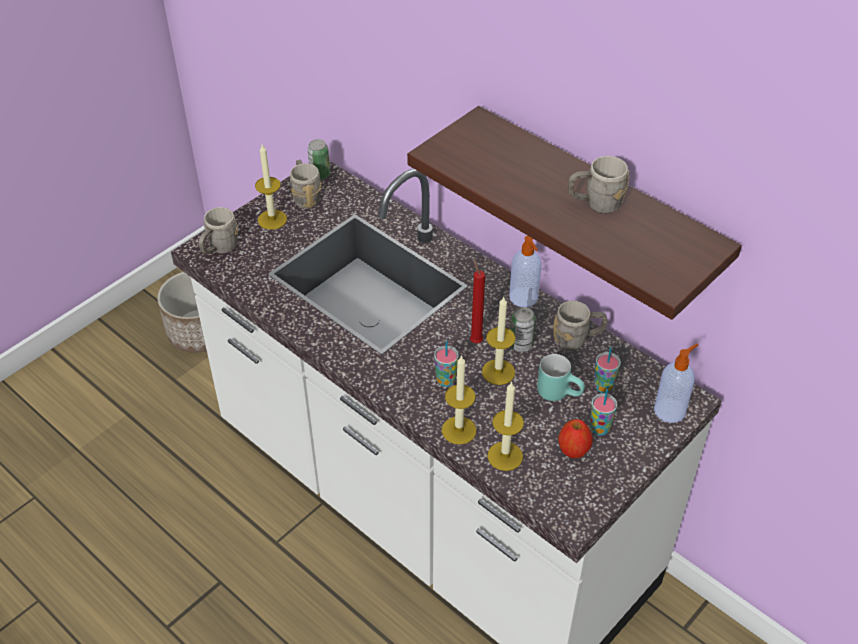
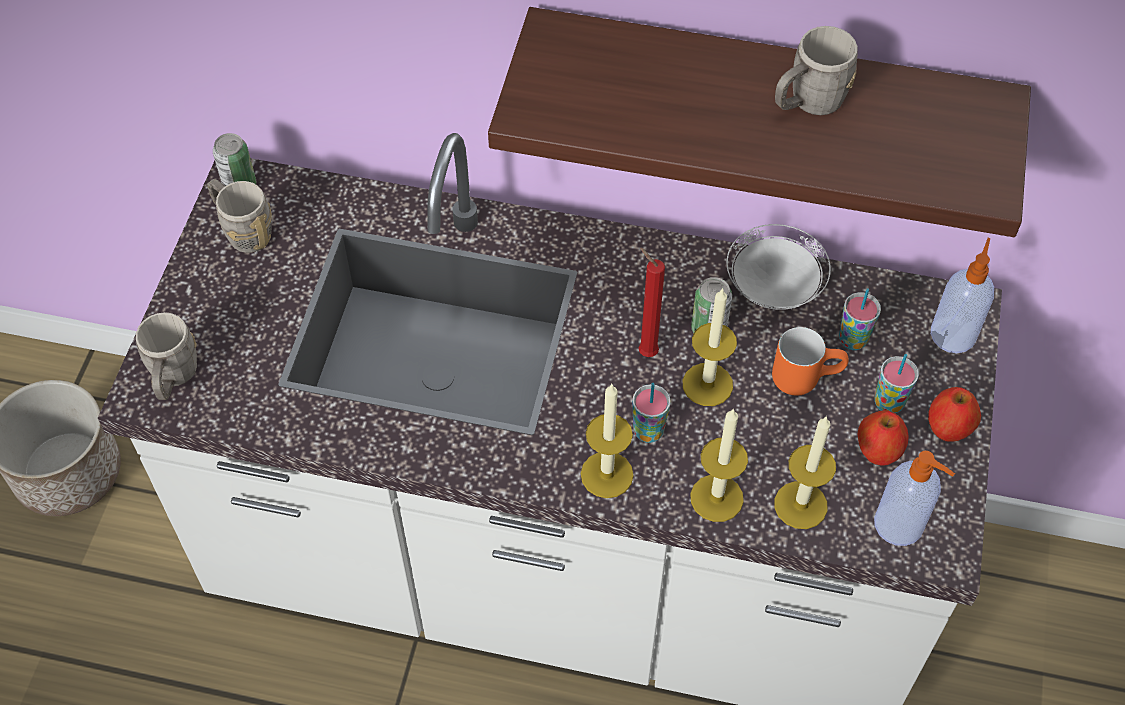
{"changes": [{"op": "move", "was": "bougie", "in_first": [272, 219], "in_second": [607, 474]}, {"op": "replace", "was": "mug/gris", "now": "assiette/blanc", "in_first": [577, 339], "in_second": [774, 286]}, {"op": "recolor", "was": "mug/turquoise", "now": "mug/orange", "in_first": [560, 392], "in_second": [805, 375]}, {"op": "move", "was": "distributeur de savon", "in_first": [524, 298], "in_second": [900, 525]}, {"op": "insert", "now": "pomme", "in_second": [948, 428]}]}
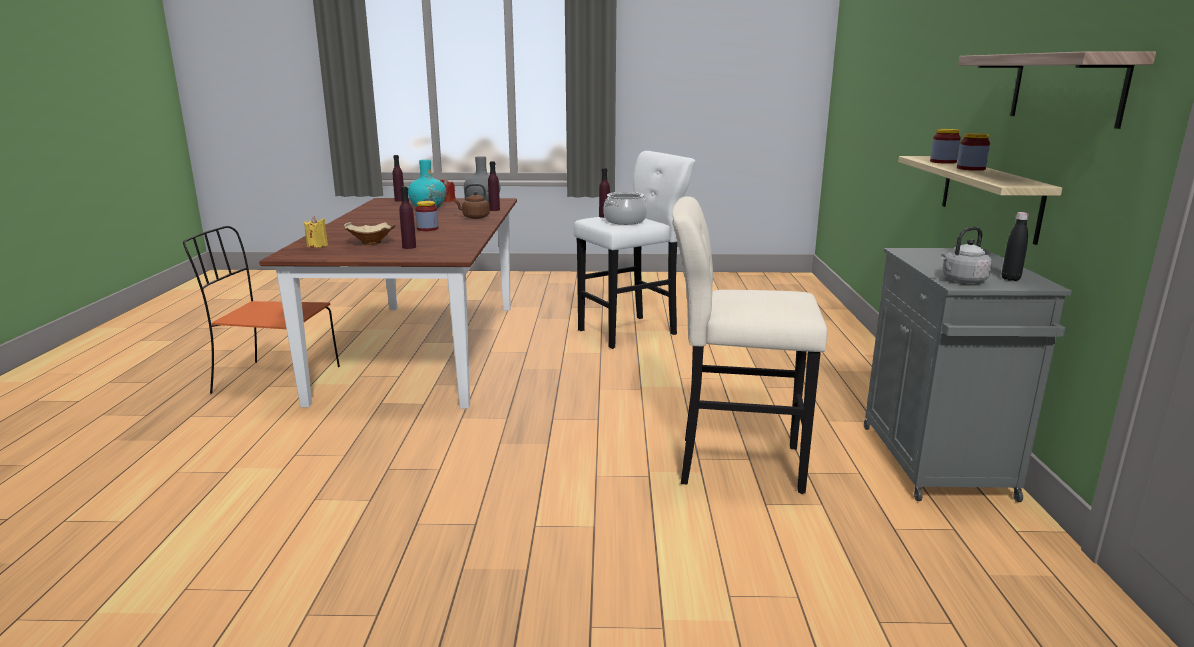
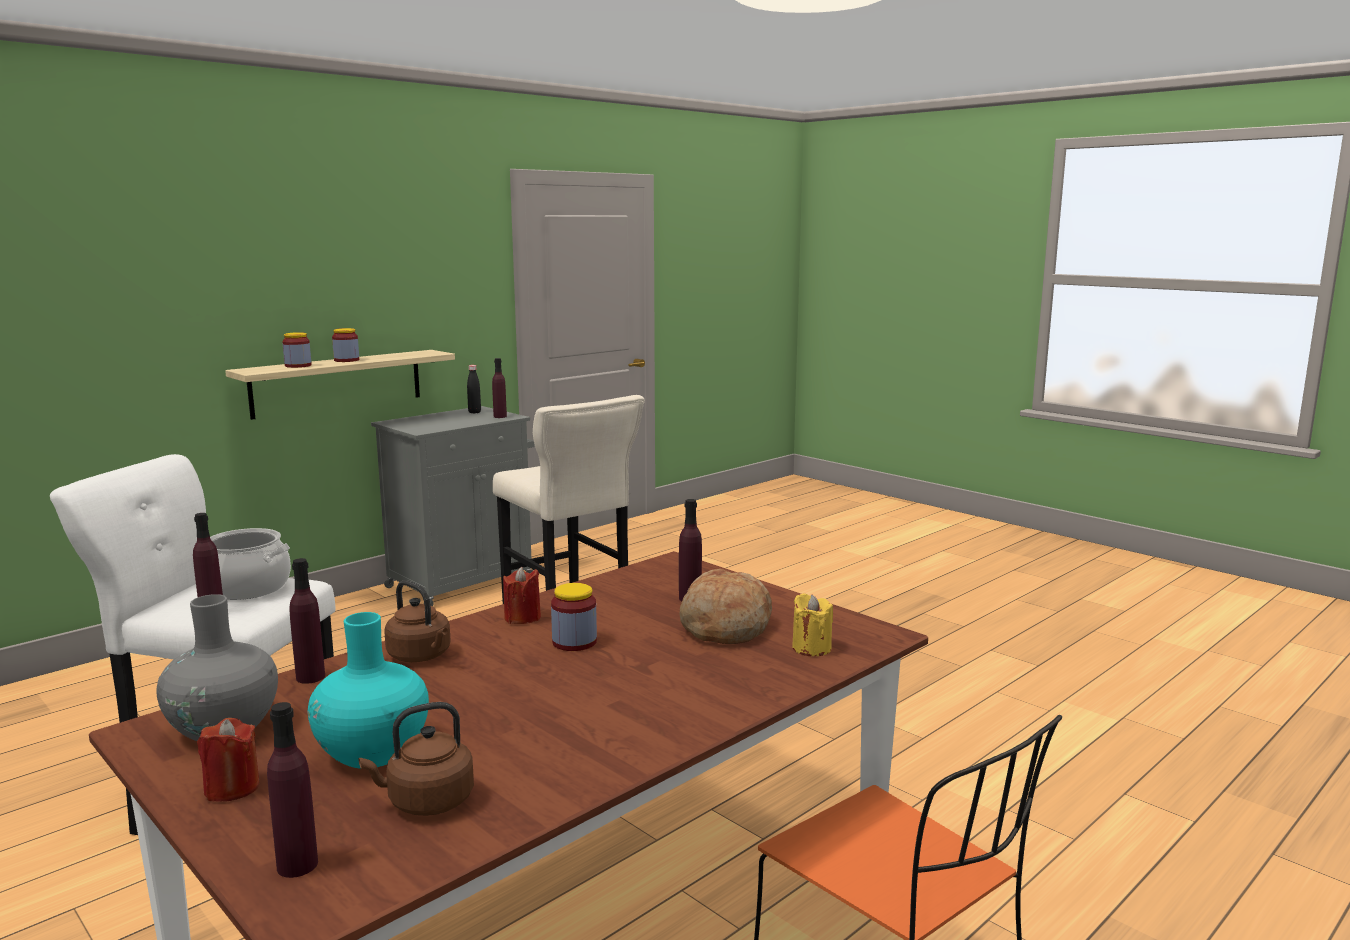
{"changes": [{"op": "insert", "now": "bouilloire/marron", "in_second": [426, 802]}, {"op": "replace", "was": "bouilloire/gris", "now": "bouteille/violet", "in_first": [962, 280], "in_second": [500, 416]}, {"op": "insert", "now": "bougie/rouge", "in_second": [522, 618]}, {"op": "replace", "was": "bol/beige", "now": "pain", "in_first": [371, 243], "in_second": [724, 627]}, {"op": "delete", "was": "étagère", "in_first": [1066, 88]}]}
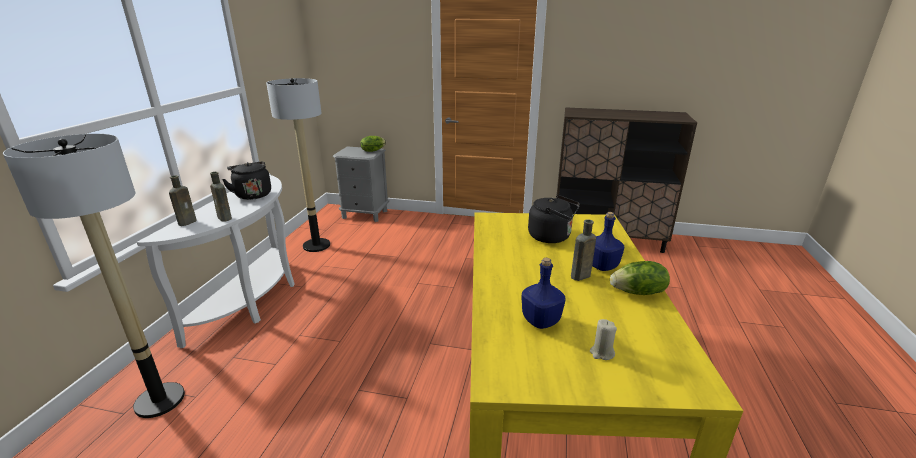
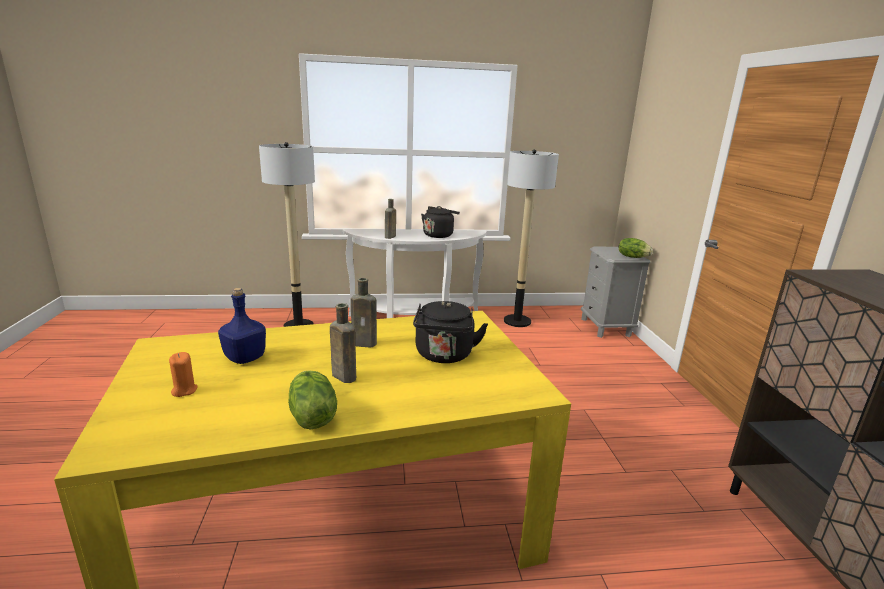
{"changes": [{"op": "recolor", "was": "bougie/beige", "now": "bougie/orange", "in_first": [601, 353], "in_second": [184, 390]}, {"op": "move", "was": "bouteille/marron", "in_first": [188, 222], "in_second": [366, 343]}, {"op": "delete", "was": "bouteille/bleu", "in_first": [601, 266]}]}
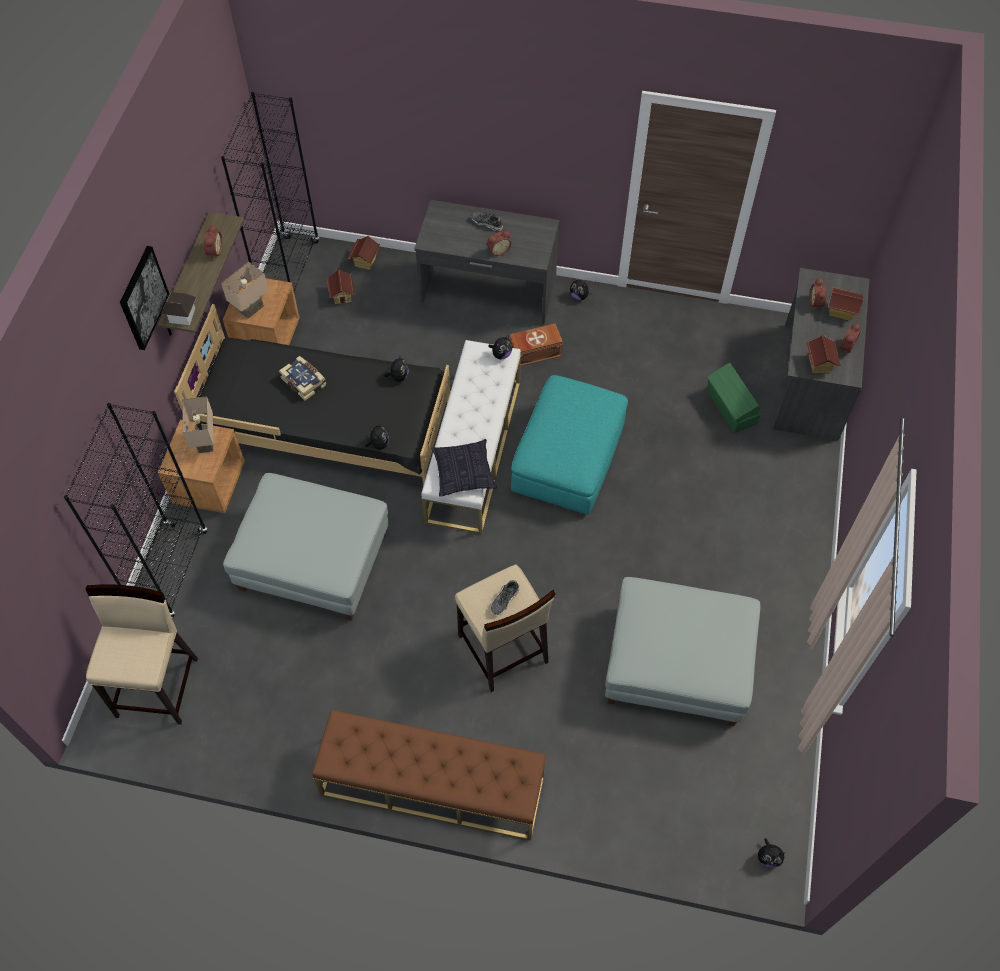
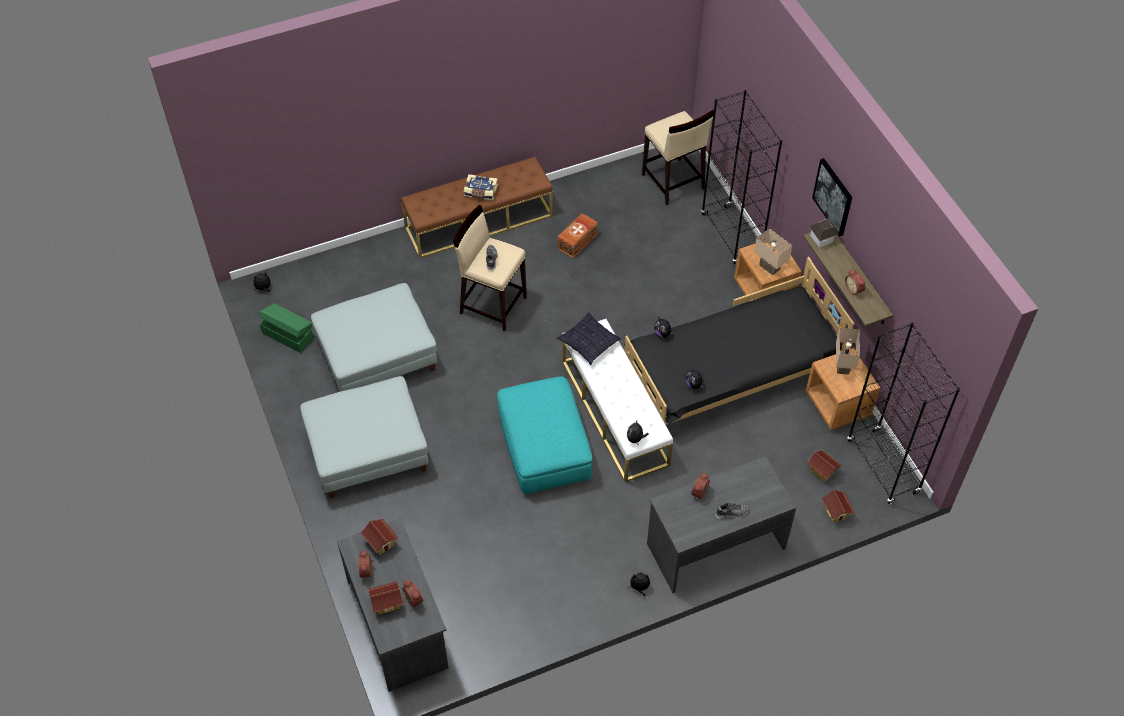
{"changes": [{"op": "move", "was": "boîte de rangement/vert", "in_first": [731, 408], "in_second": [288, 334]}, {"op": "move", "was": "pouf/gris", "in_first": [313, 561], "in_second": [368, 450]}, {"op": "move", "was": "livre", "in_first": [304, 382], "in_second": [480, 192]}, {"op": "move", "was": "boîte de rangement/marron", "in_first": [534, 352], "in_second": [578, 241]}]}
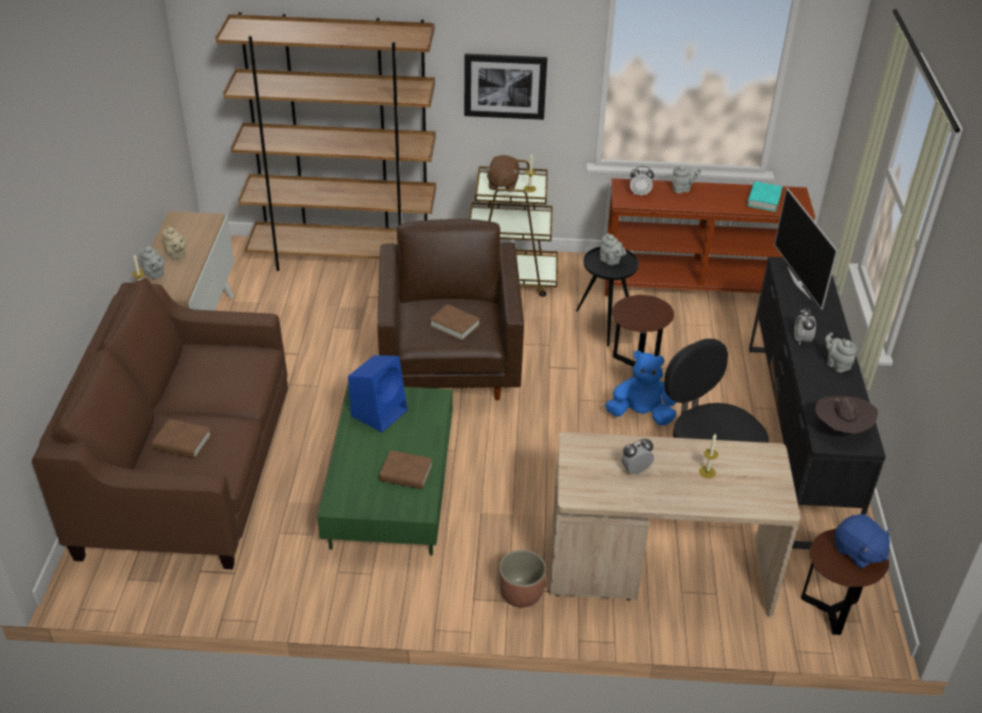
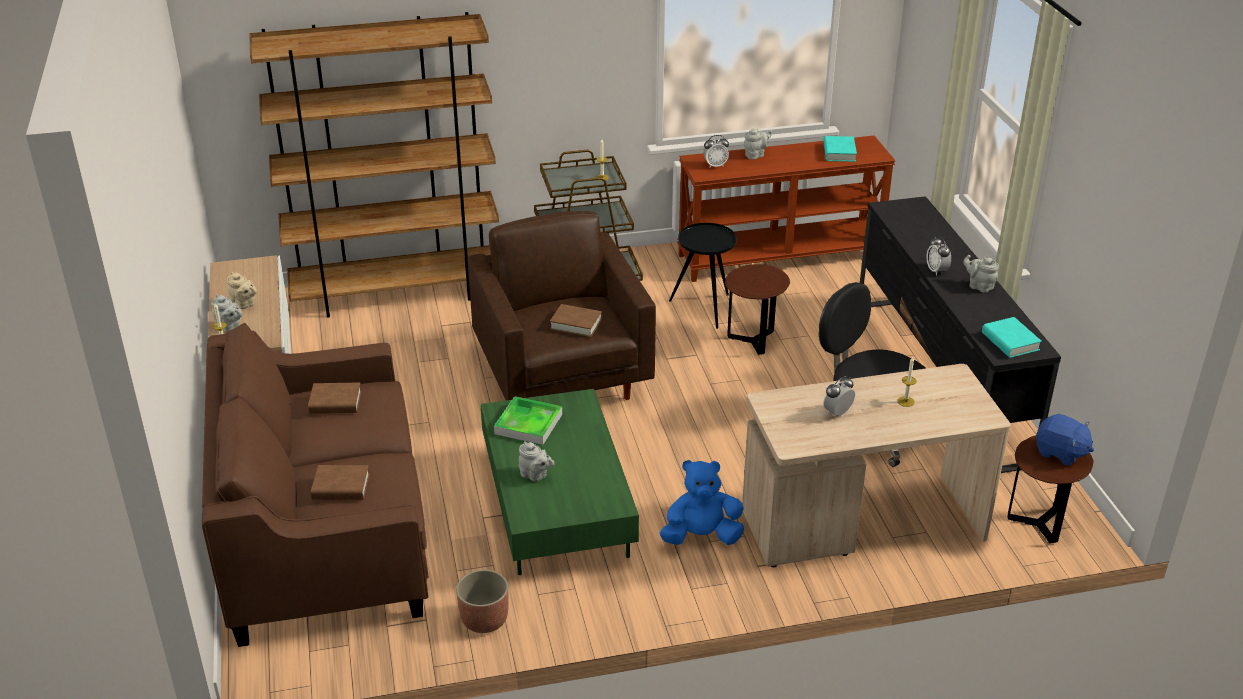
{"changes": [{"op": "move", "was": "livre/marron", "in_first": [406, 474], "in_second": [335, 403]}, {"op": "move", "was": "cache-pot", "in_first": [520, 593], "in_second": [484, 619]}, {"op": "replace", "was": "enceinte/bleu", "now": "plateau", "in_first": [379, 412], "in_second": [528, 424]}, {"op": "move", "was": "théière/gris", "in_first": [611, 261], "in_second": [535, 475]}, {"op": "move", "was": "peluche/bleu", "in_first": [641, 414], "in_second": [701, 536]}, {"op": "replace", "was": "chapeau/marron", "now": "livre/turquoise", "in_first": [840, 430], "in_second": [1010, 342]}, {"op": "delete", "was": "tableau", "in_first": [505, 86]}, {"op": "delete", "was": "peluche/marron", "in_first": [502, 184]}, {"op": "delete", "was": "téléviseur", "in_first": [800, 283]}]}
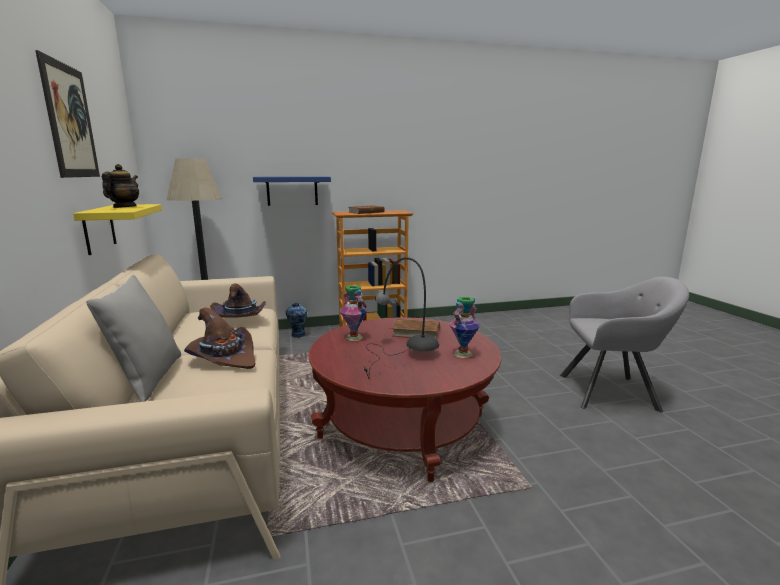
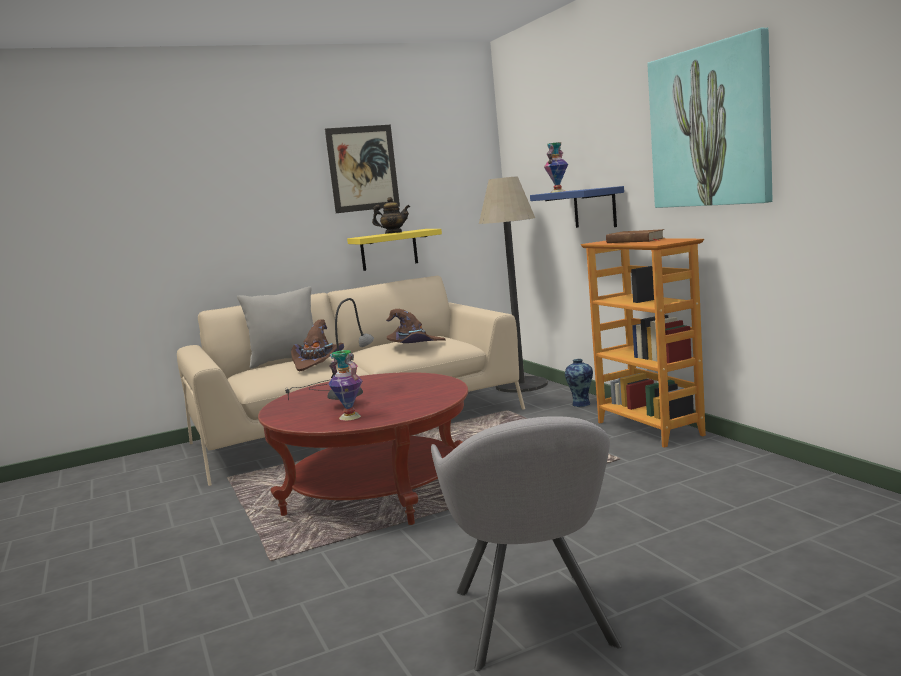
{"changes": [{"op": "move", "was": "vase", "in_first": [354, 337], "in_second": [558, 192]}, {"op": "insert", "now": "tableau", "in_second": [710, 127]}, {"op": "delete", "was": "livre/marron", "in_first": [416, 332]}]}
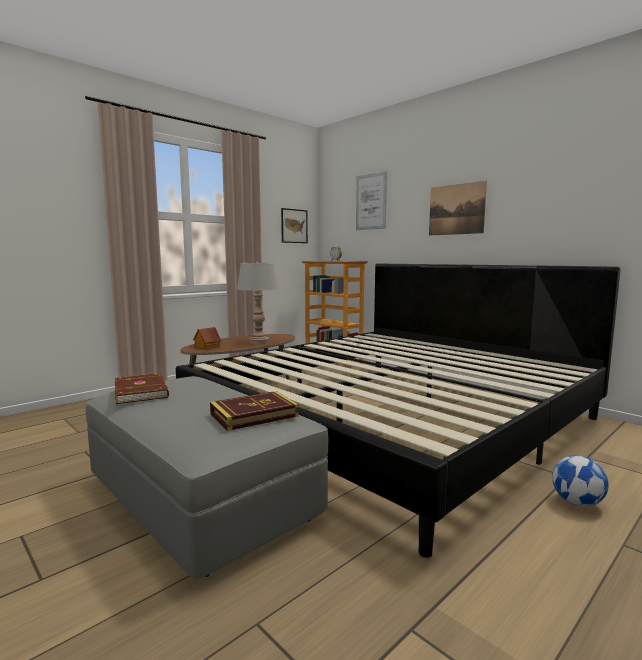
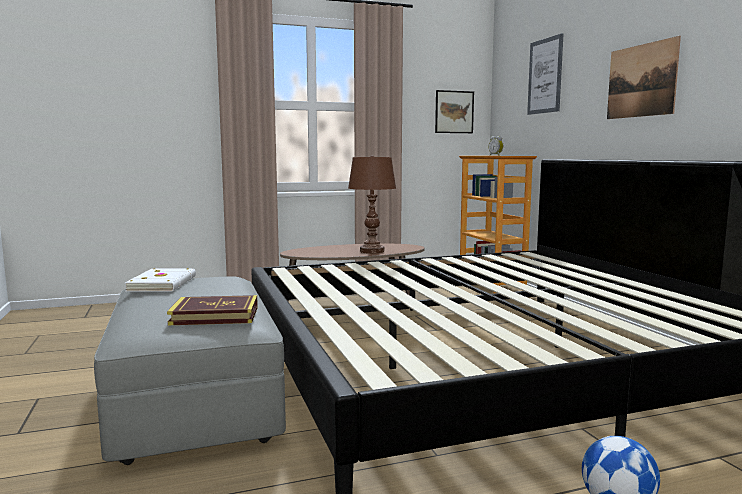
{"changes": [{"op": "recolor", "was": "livre/marron", "now": "livre/blanc", "in_first": [142, 391], "in_second": [164, 283]}, {"op": "recolor", "was": "lampe de table/gris", "now": "lampe de table/marron", "in_first": [259, 342], "in_second": [372, 251]}, {"op": "delete", "was": "maison miniature", "in_first": [206, 346]}]}
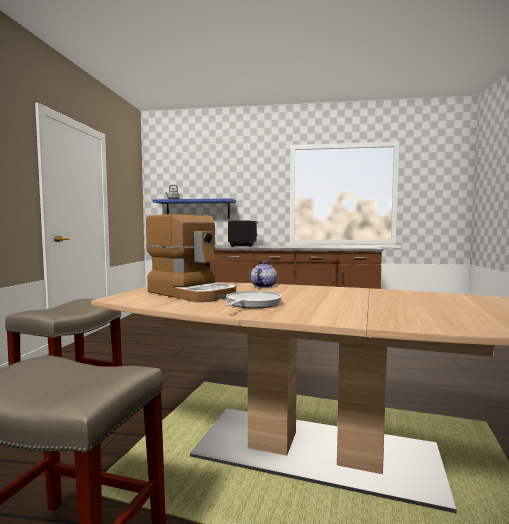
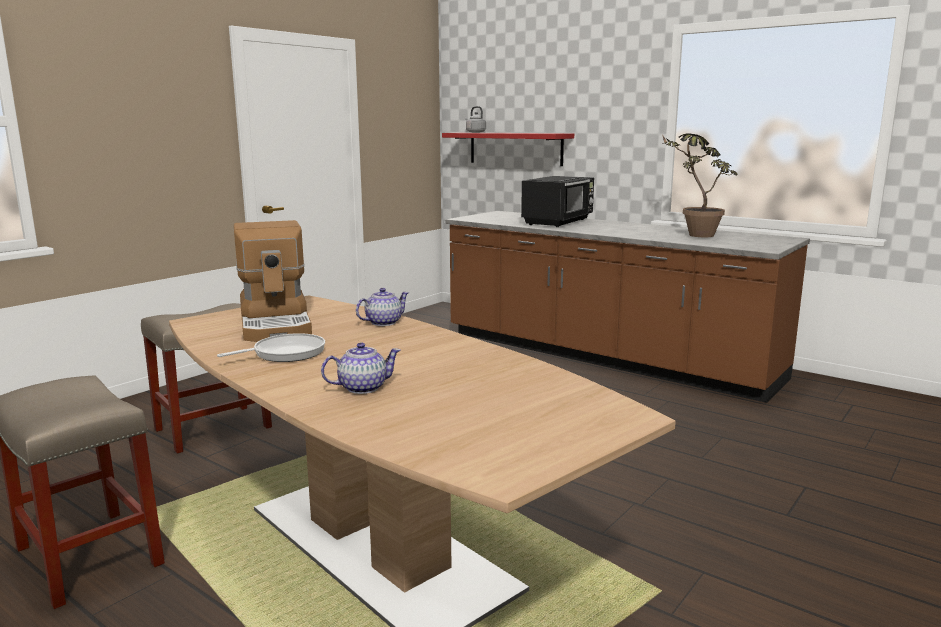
{"changes": [{"op": "insert", "now": "théière", "in_second": [362, 388]}, {"op": "recolor", "was": "étagère/bleu", "now": "étagère/rouge", "in_first": [198, 209], "in_second": [515, 148]}, {"op": "insert", "now": "plante en pot", "in_second": [693, 234]}]}
